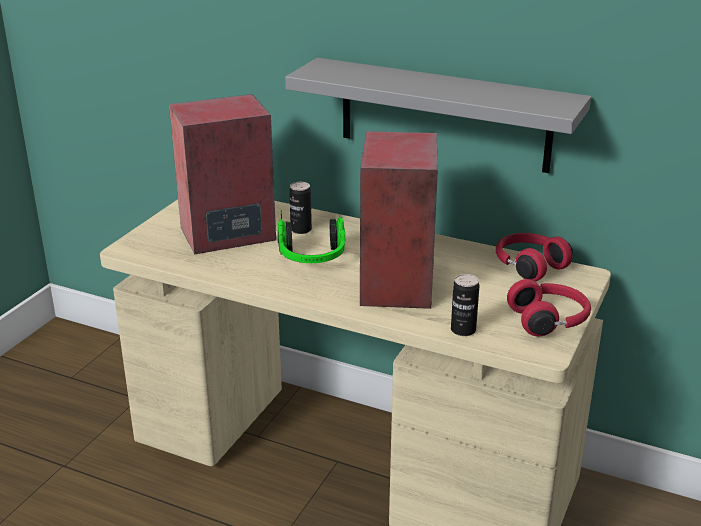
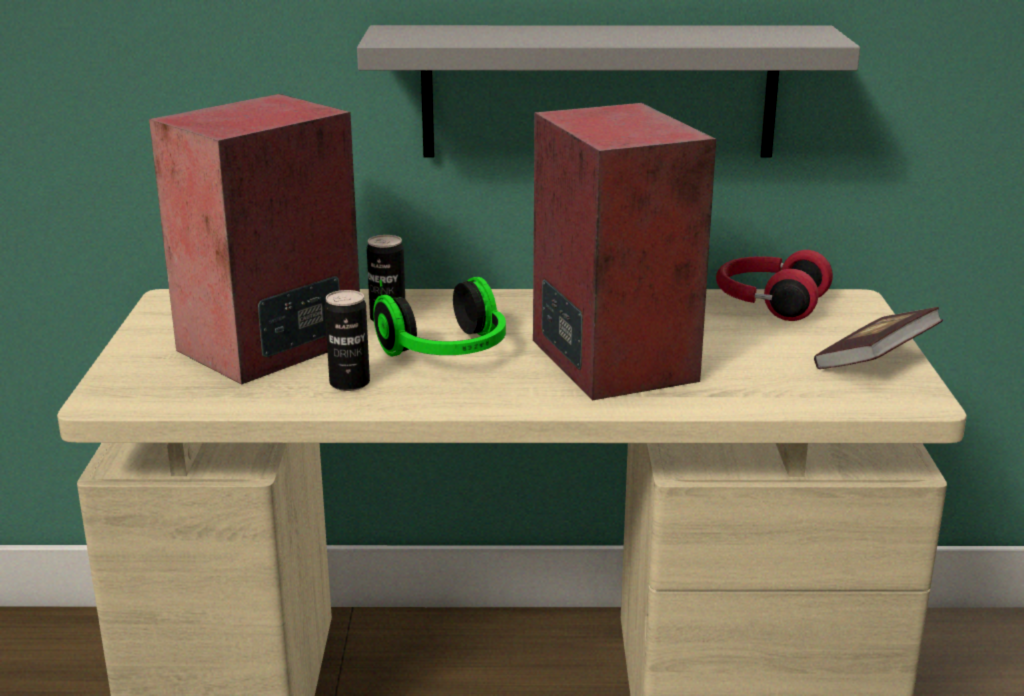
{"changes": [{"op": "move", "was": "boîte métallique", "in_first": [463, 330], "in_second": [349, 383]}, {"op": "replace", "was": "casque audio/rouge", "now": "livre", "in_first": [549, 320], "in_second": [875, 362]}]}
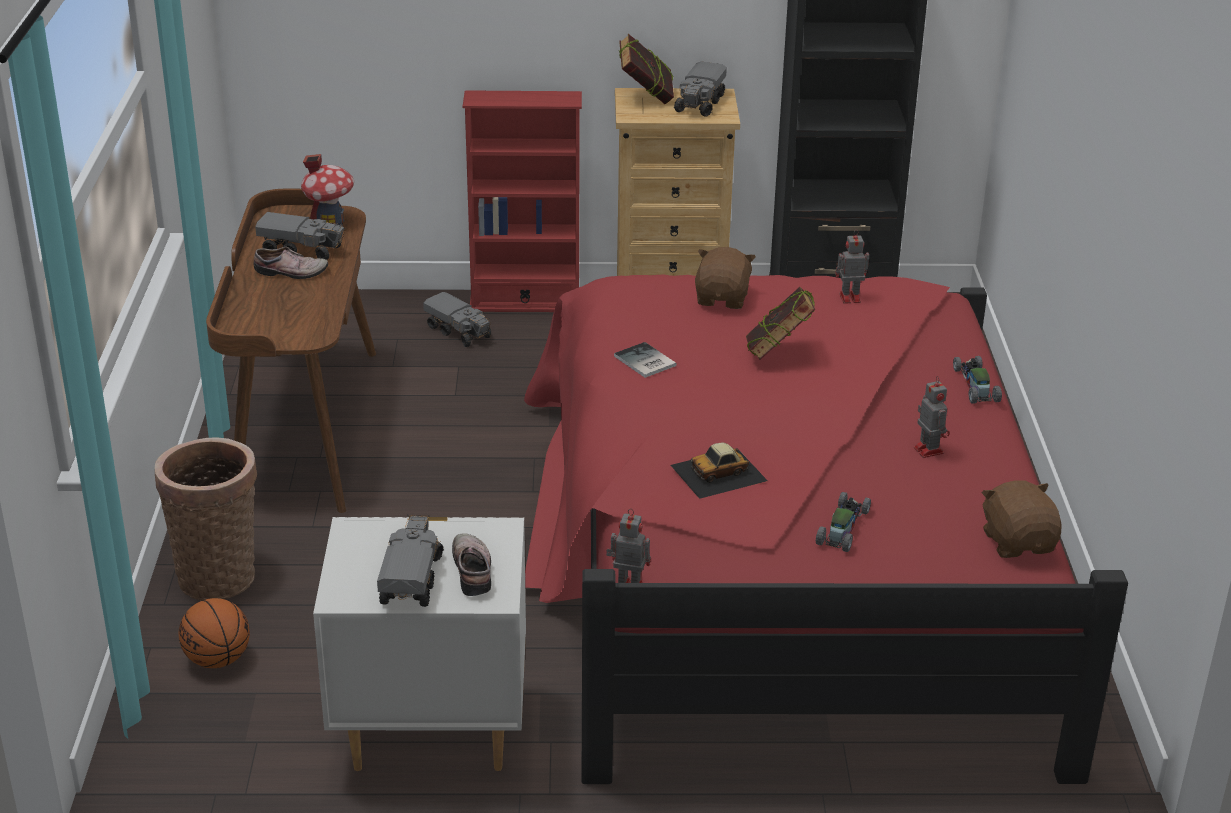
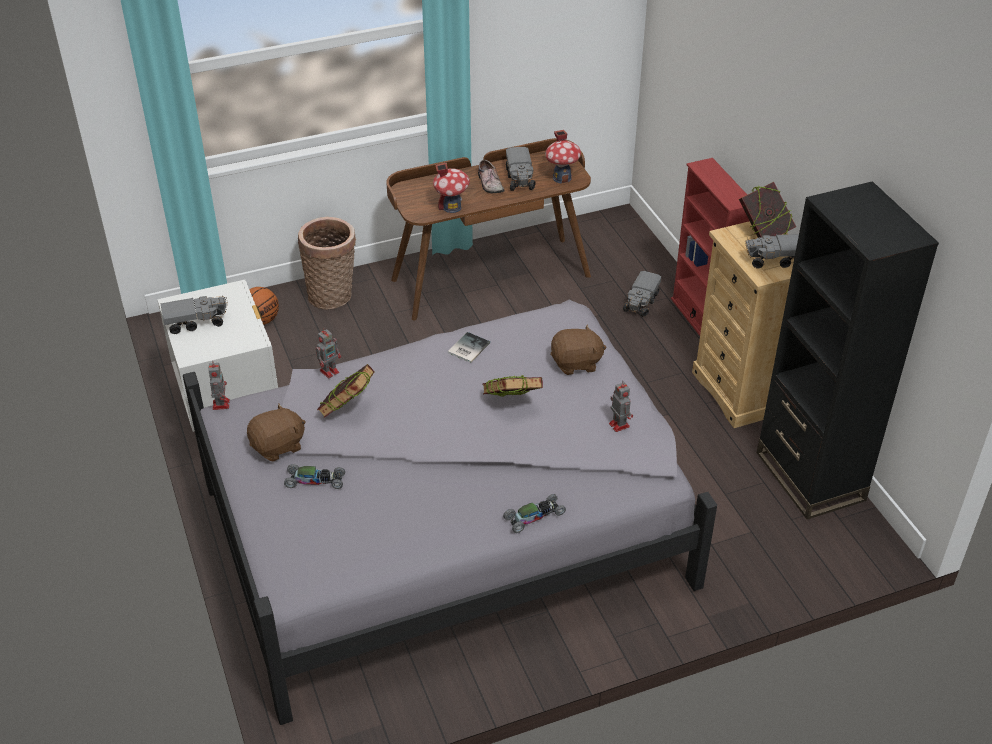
{"changes": [{"op": "recolor", "was": "lit/rouge", "now": "lit/gris", "in_first": [777, 565], "in_second": [451, 520]}, {"op": "move", "was": "peluche/marron", "in_first": [1018, 542], "in_second": [278, 446]}, {"op": "move", "was": "robot jouet", "in_first": [928, 449], "in_second": [330, 371]}, {"op": "replace", "was": "petite voiture", "now": "livre", "in_first": [719, 473], "in_second": [348, 410]}, {"op": "insert", "now": "maison miniature", "in_second": [452, 207]}, {"op": "delete", "was": "chaussure", "in_first": [475, 570]}]}
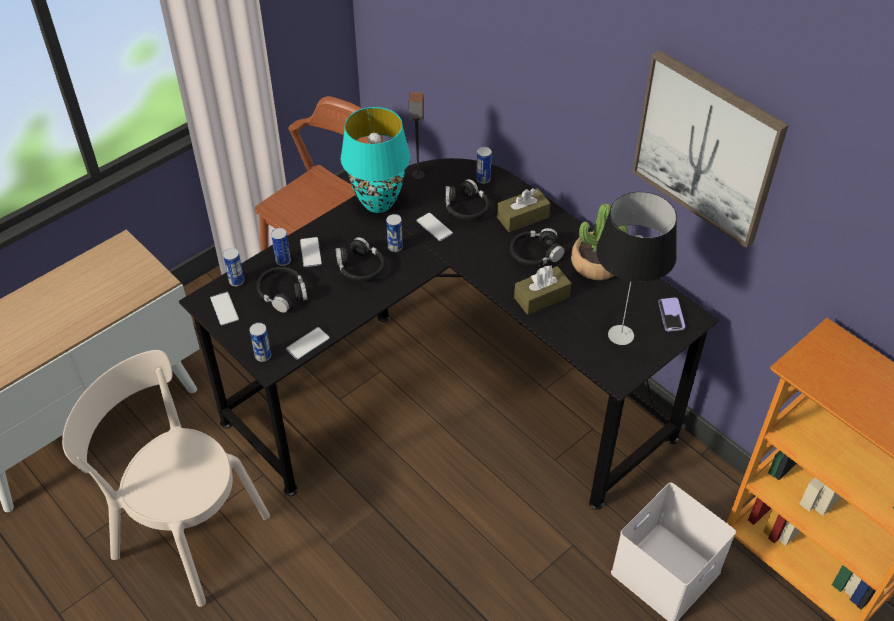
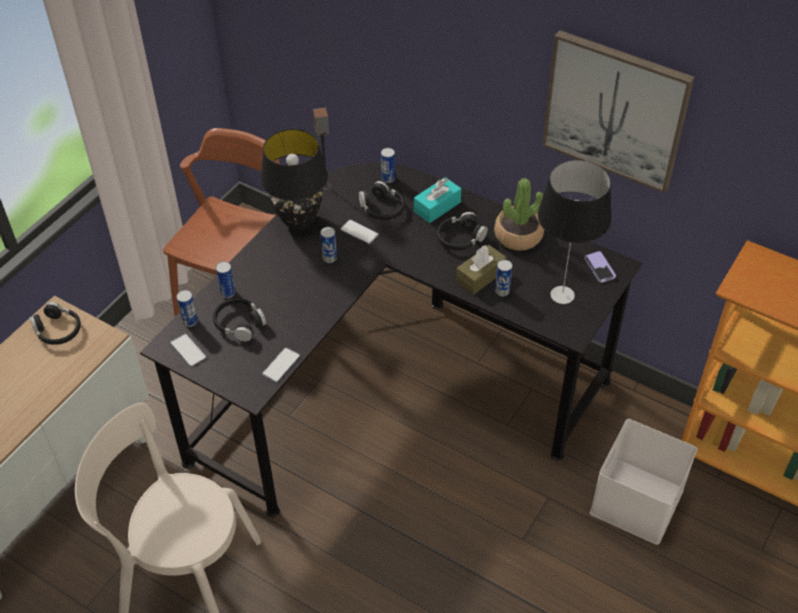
{"changes": [{"op": "move", "was": "casque audio/noir", "in_first": [360, 267], "in_second": [57, 330]}, {"op": "recolor", "was": "lampe de table/turquoise", "now": "lampe de table/noir", "in_first": [377, 203], "in_second": [298, 220]}, {"op": "recolor", "was": "boîte à mouchoirs/marron", "now": "boîte à mouchoirs/turquoise", "in_first": [522, 217], "in_second": [437, 207]}, {"op": "move", "was": "boîte métallique", "in_first": [263, 356], "in_second": [502, 291]}, {"op": "delete", "was": "téléphone", "in_first": [310, 252]}]}
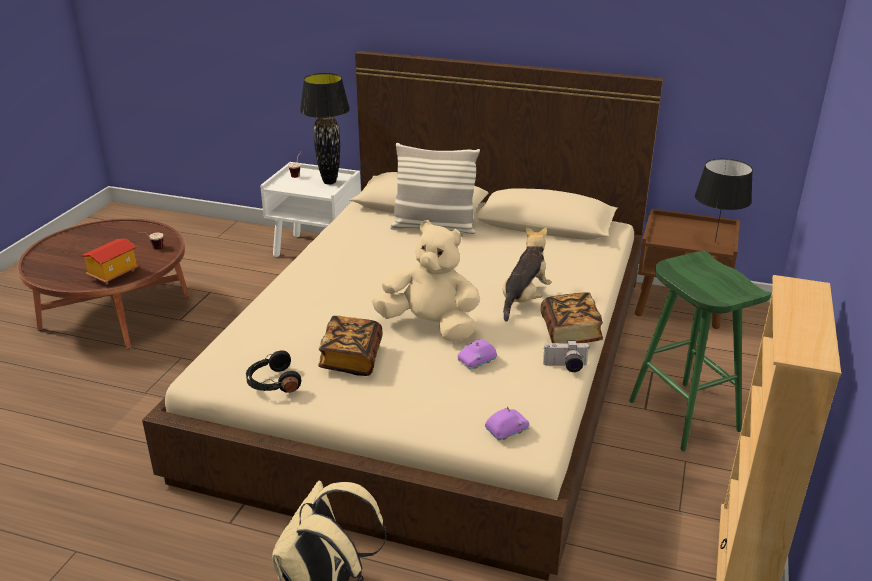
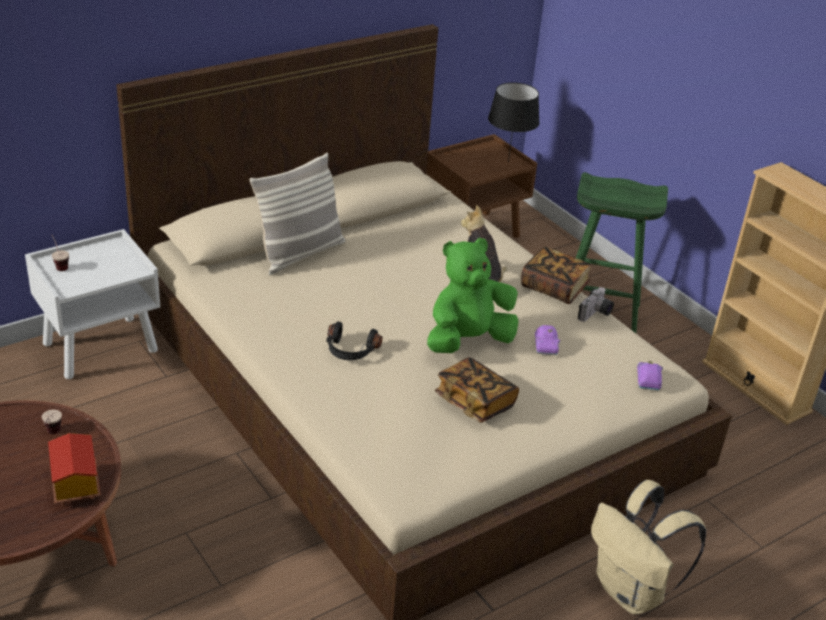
{"changes": [{"op": "move", "was": "casque audio/noir", "in_first": [272, 383], "in_second": [350, 351]}, {"op": "recolor", "was": "peluche/beige", "now": "peluche/vert", "in_first": [430, 326], "in_second": [468, 341]}, {"op": "delete", "was": "lampe de table/noir", "in_first": [329, 182]}]}
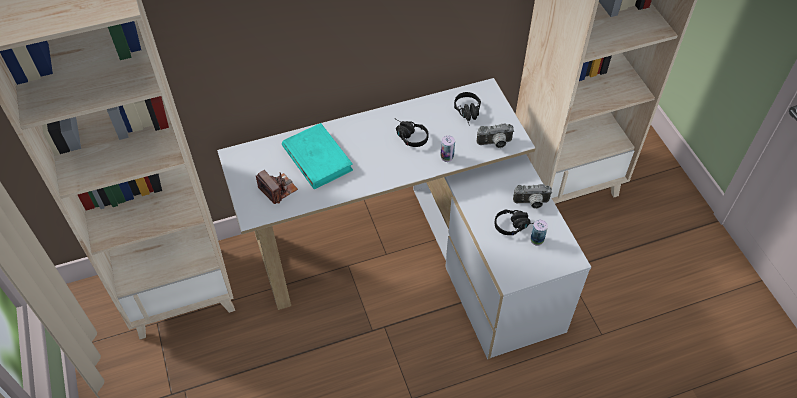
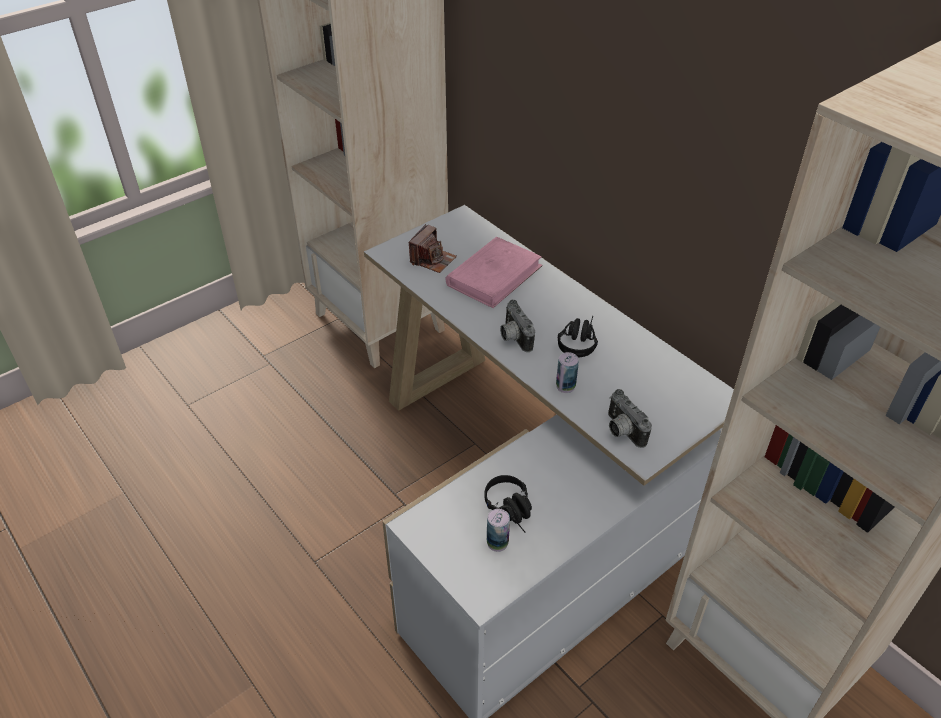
{"changes": [{"op": "recolor", "was": "livre/turquoise", "now": "livre/rose", "in_first": [317, 158], "in_second": [494, 275]}, {"op": "move", "was": "appareil photo", "in_first": [531, 203], "in_second": [513, 338]}, {"op": "delete", "was": "casque audio/noir", "in_first": [468, 114]}]}
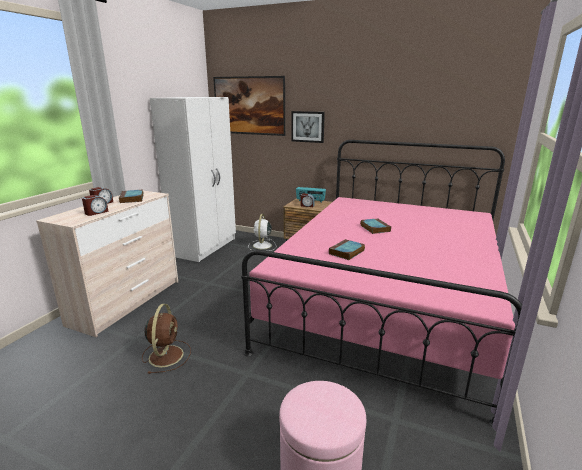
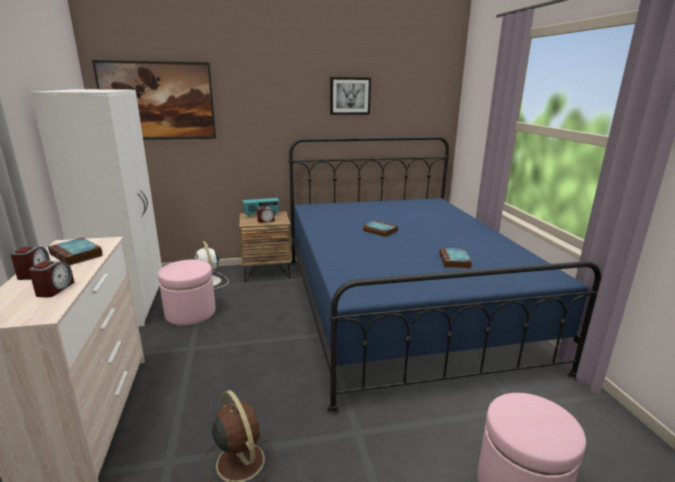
{"changes": [{"op": "insert", "now": "pouf/rose", "in_second": [190, 313]}, {"op": "recolor", "was": "lit/rose", "now": "lit/bleu", "in_first": [386, 304], "in_second": [401, 307]}, {"op": "move", "was": "tableau", "in_first": [308, 126], "in_second": [350, 96]}, {"op": "move", "was": "livre", "in_first": [346, 252], "in_second": [455, 261]}]}
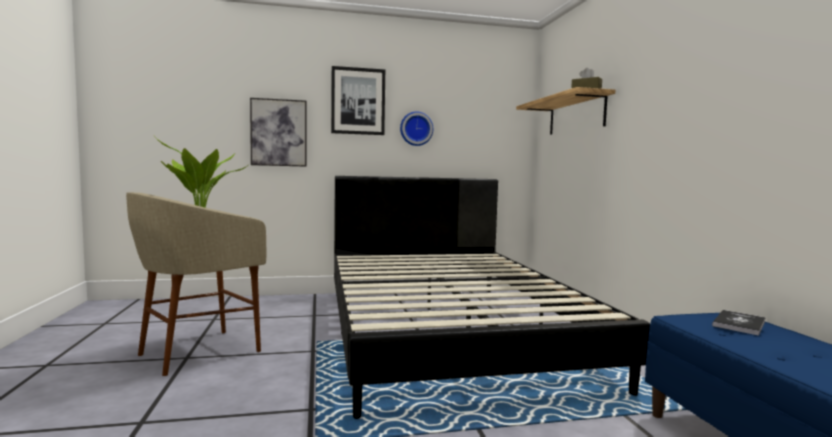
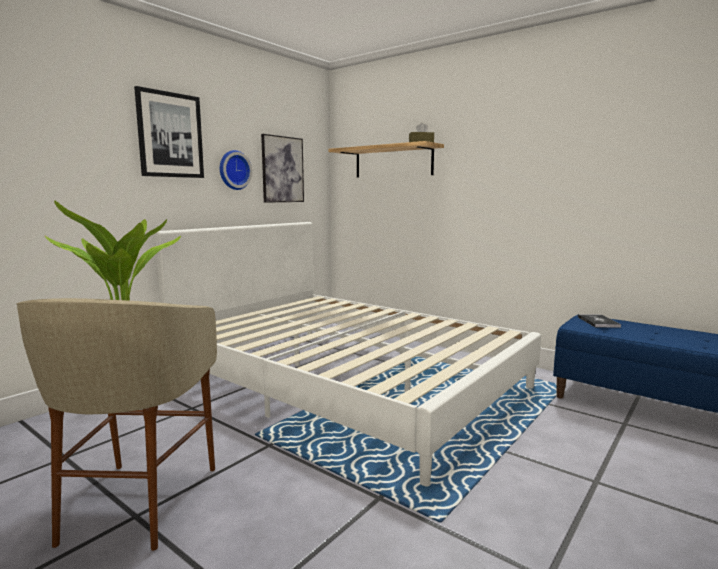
{"changes": [{"op": "recolor", "was": "lit/noir", "now": "lit/blanc", "in_first": [447, 331], "in_second": [346, 382]}, {"op": "move", "was": "tableau", "in_first": [279, 132], "in_second": [282, 169]}]}
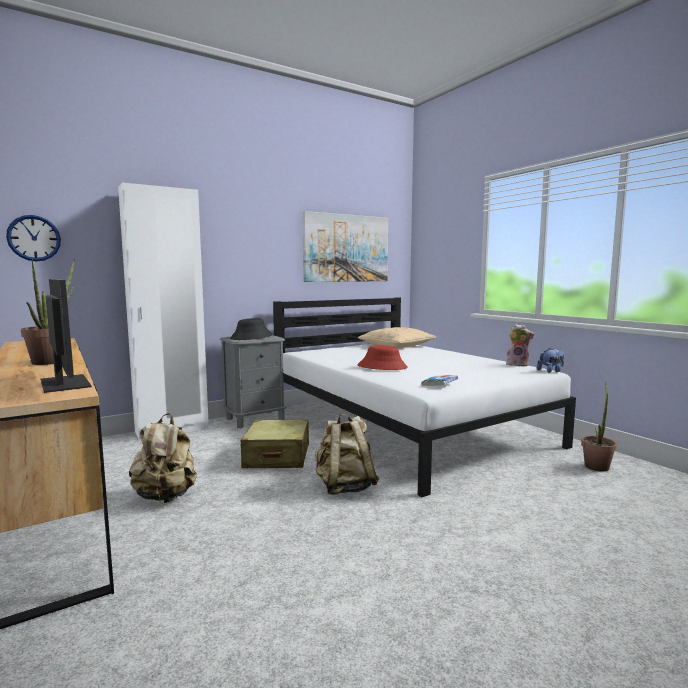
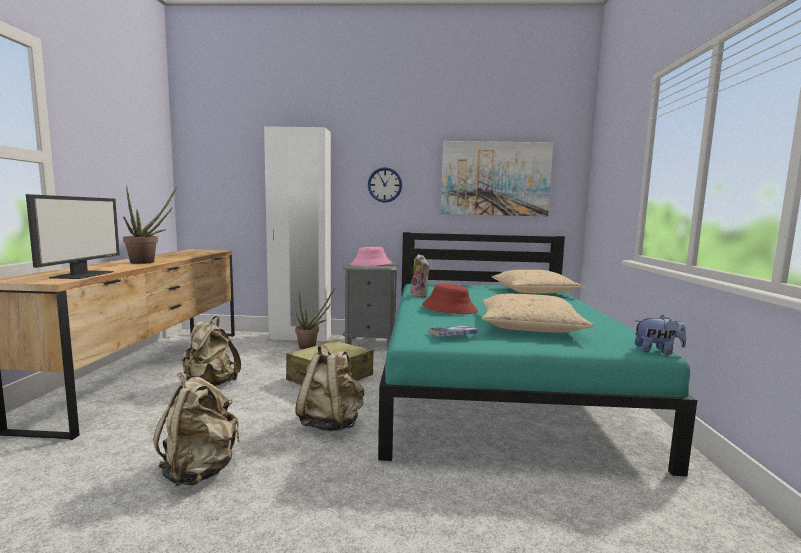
{"changes": [{"op": "insert", "now": "sac à dos/beige", "in_second": [200, 470]}, {"op": "move", "was": "plante en pot", "in_first": [597, 465], "in_second": [311, 346]}, {"op": "recolor", "was": "chapeau/noir", "now": "chapeau/rose", "in_first": [251, 337], "in_second": [371, 264]}, {"op": "move", "was": "horloge murale", "in_first": [34, 238], "in_second": [384, 185]}, {"op": "recolor", "was": "lit/blanc", "now": "lit/turquoise", "in_first": [406, 426], "in_second": [495, 384]}, {"op": "move", "was": "peluche", "in_first": [518, 364], "in_second": [420, 295]}, {"op": "insert", "now": "coussin/beige", "in_second": [529, 326]}]}
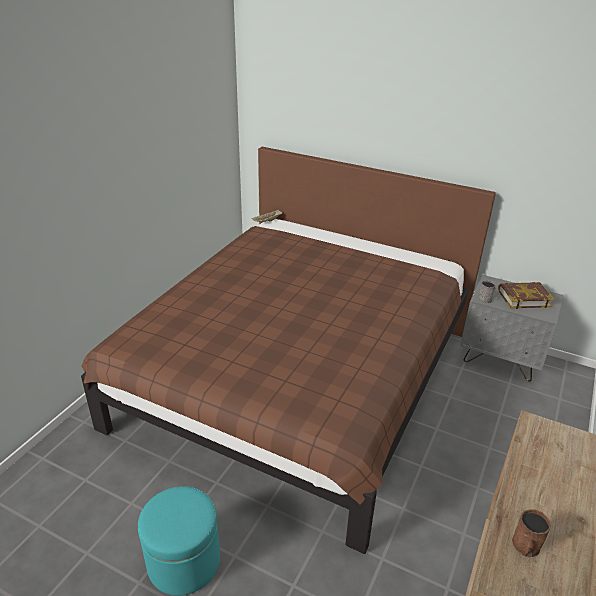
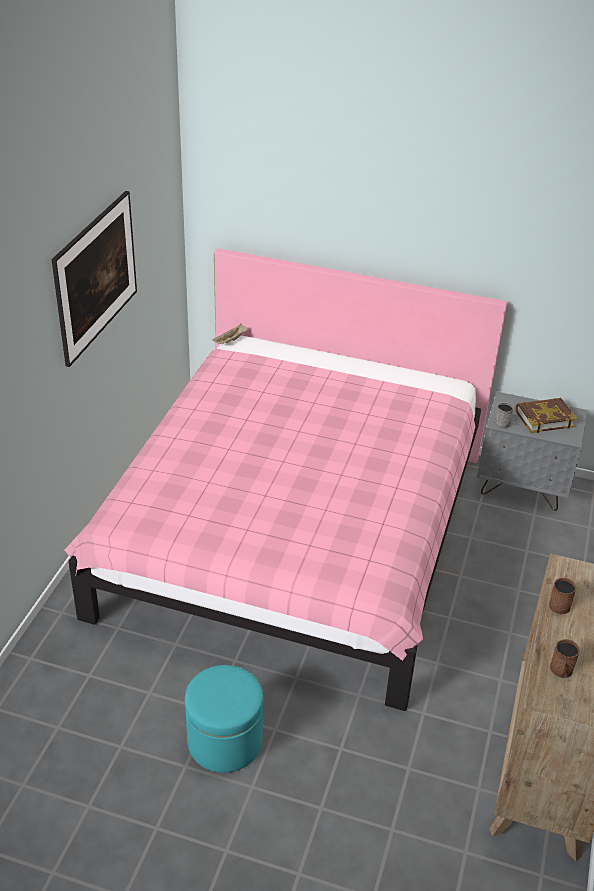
{"changes": [{"op": "insert", "now": "tableau", "in_second": [98, 302]}, {"op": "recolor", "was": "lit/marron", "now": "lit/rose", "in_first": [297, 377], "in_second": [295, 532]}, {"op": "insert", "now": "mug/marron", "in_second": [559, 603]}]}
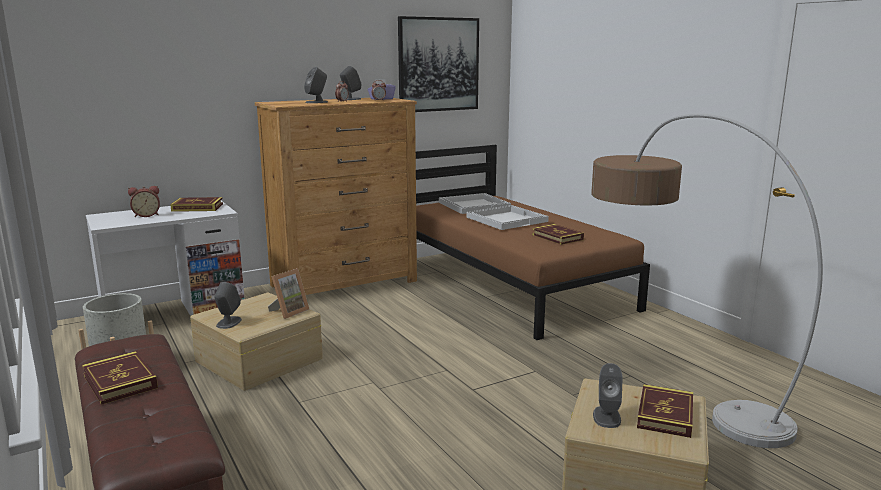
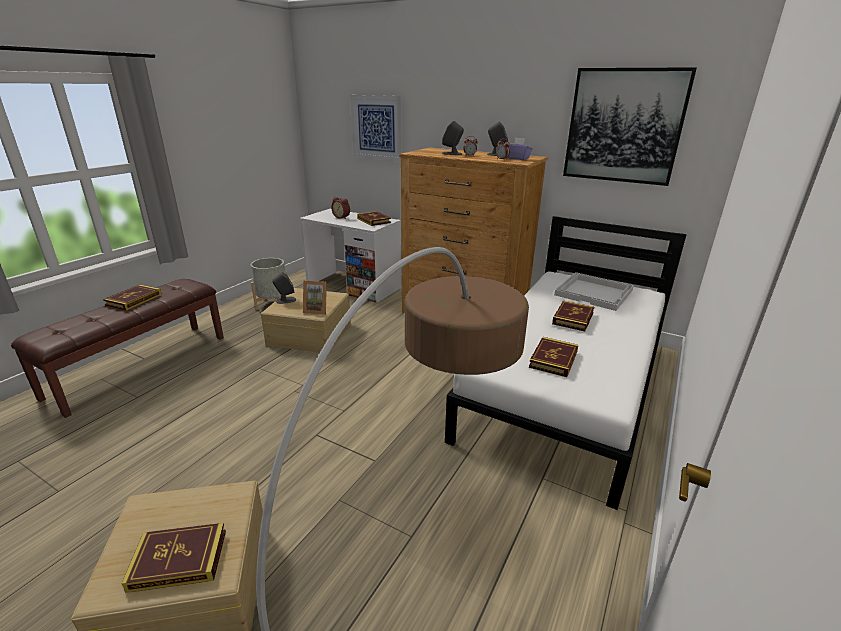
{"changes": [{"op": "insert", "now": "tableau", "in_second": [377, 127]}, {"op": "recolor", "was": "lit/marron", "now": "lit/blanc", "in_first": [510, 283], "in_second": [567, 387]}, {"op": "replace", "was": "plateau/blanc", "now": "livre", "in_first": [507, 219], "in_second": [573, 318]}, {"op": "delete", "was": "enceinte/gris", "in_first": [606, 417]}]}
